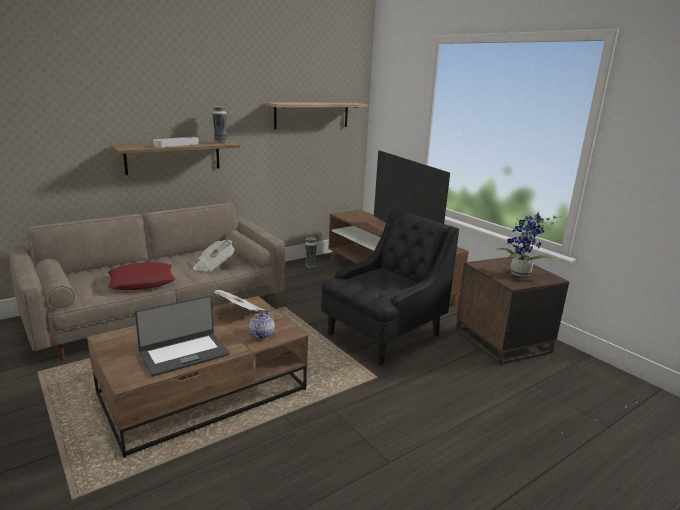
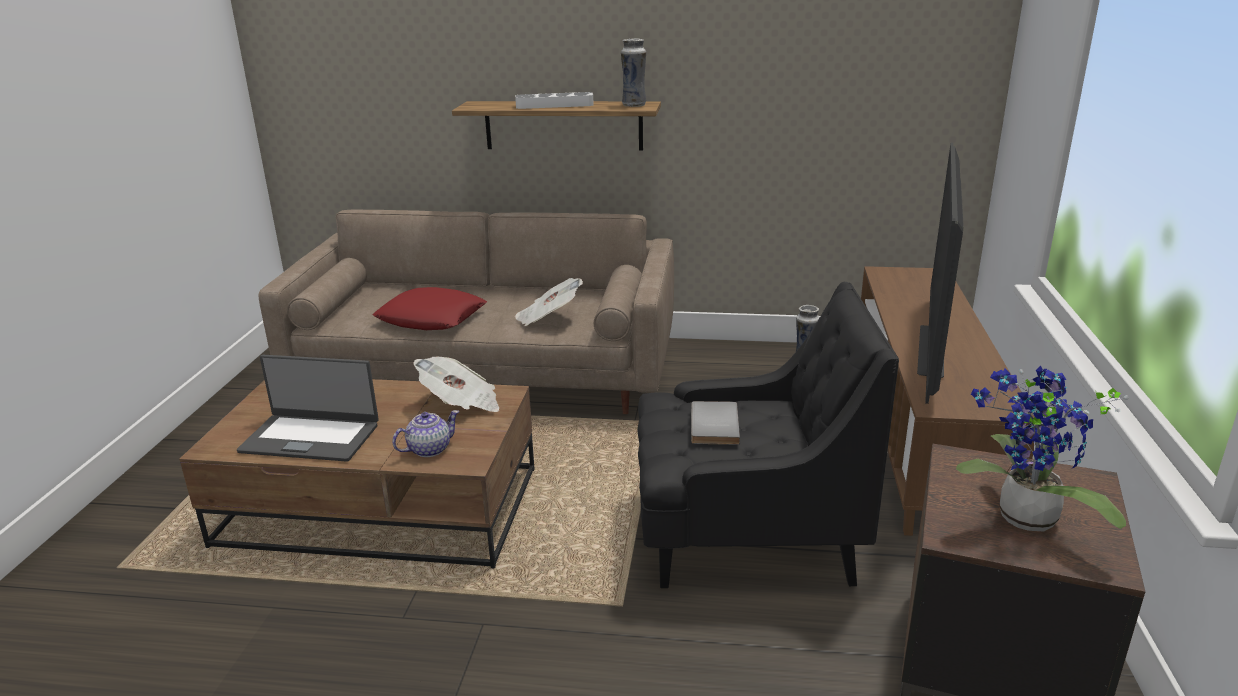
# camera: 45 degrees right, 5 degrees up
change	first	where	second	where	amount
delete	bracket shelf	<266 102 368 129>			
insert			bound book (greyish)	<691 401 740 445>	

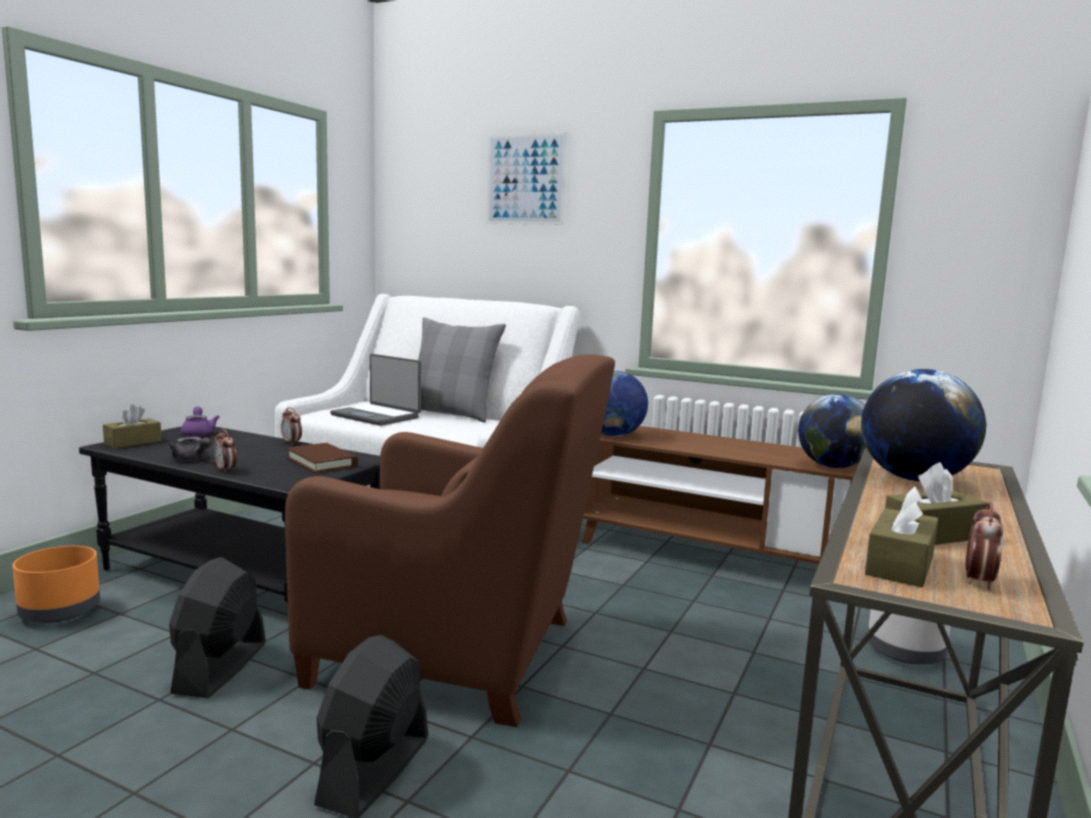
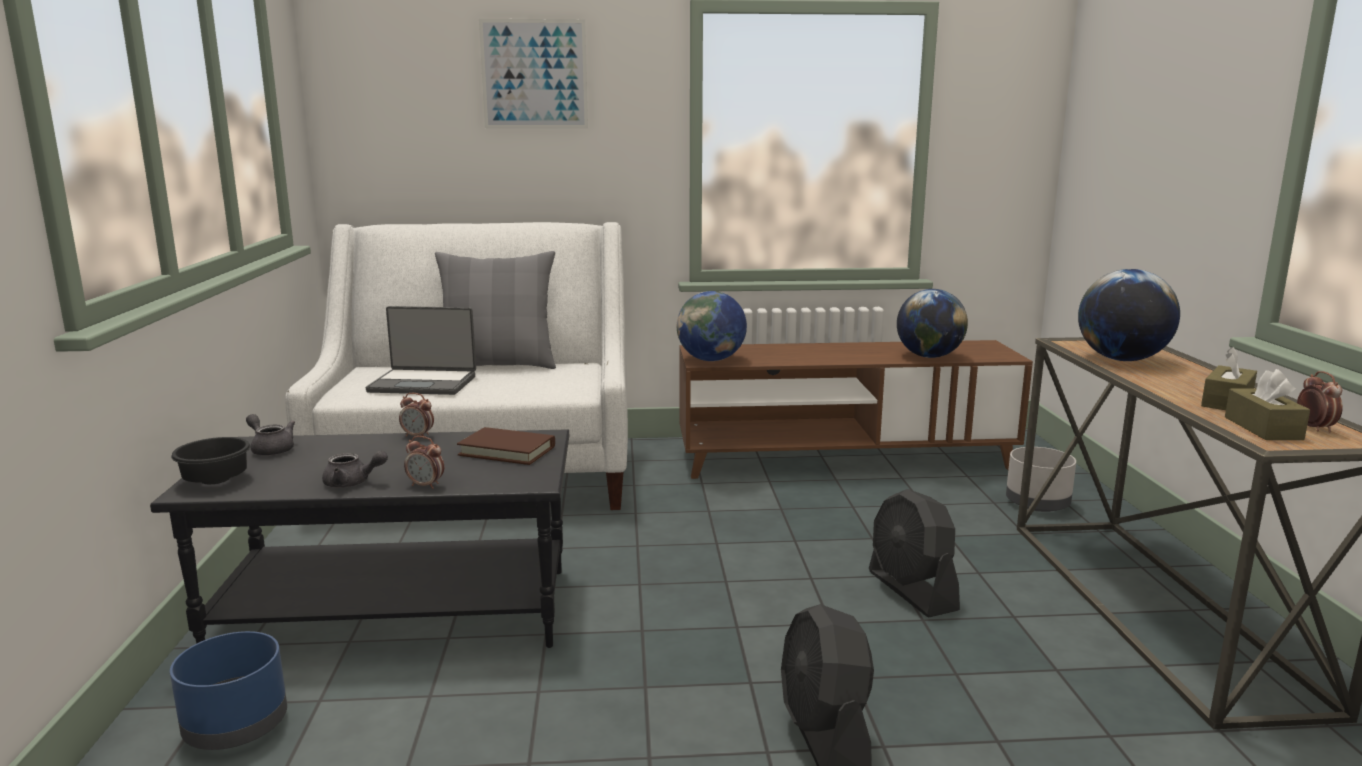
# camera: 30 degrees left, 5 degrees up
change	first	where	second	where	amount
recolor	flower pot (orange-coloured)	<12 546 100 623>	flower pot (blue)	<170 631 287 750>	
replace	tissue holder (brown)	<103 404 162 448>	serving bowl (blackish)	<171 437 251 484>	
move	fan (blackish)	<169 557 266 698>		<869 489 960 617>	
recolor	teapot (purplish)	<181 407 219 437>	teapot (greyish)	<246 414 295 456>	
delete	easy chair (brown)	<285 354 615 727>			

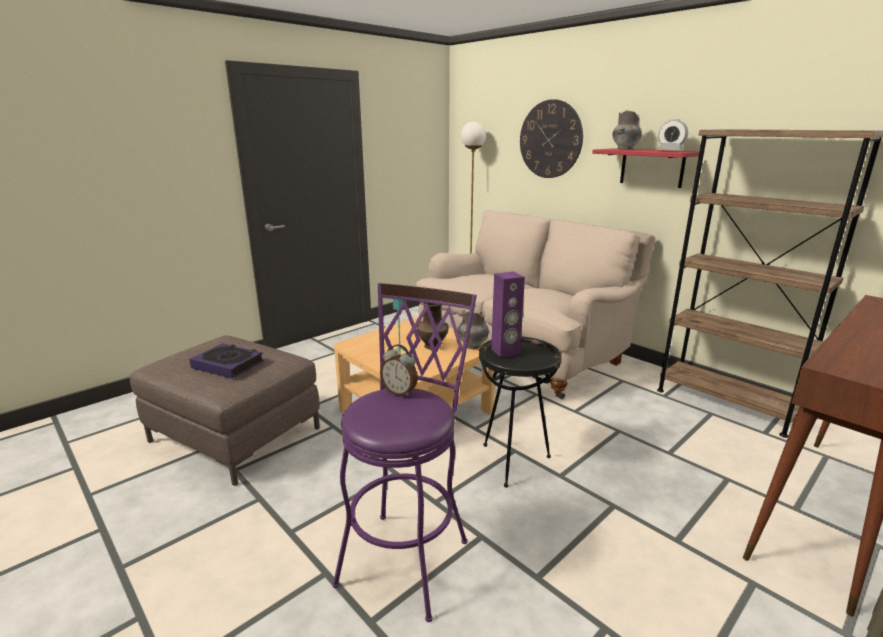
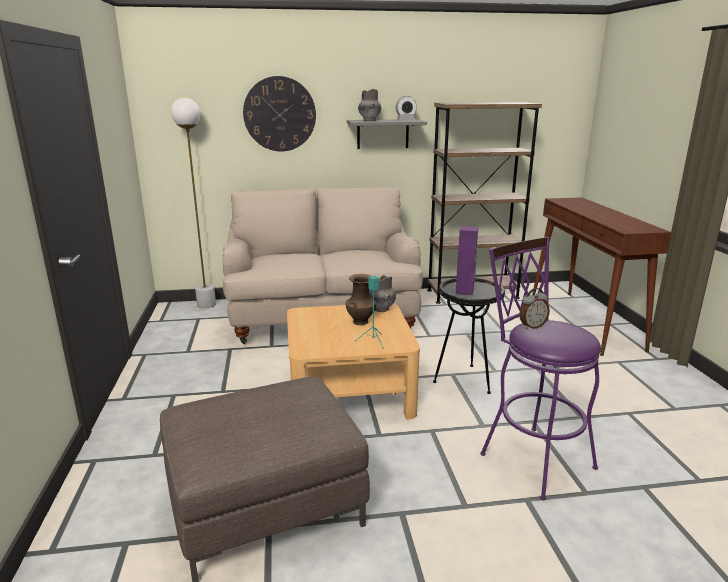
# camera: 55 degrees left, 0 degrees up
change	first	where	second	where	amount
delete	bound book	<189 343 264 379>			
recolor	bracket shelf (reddish)	<592 148 700 188>	bracket shelf (greyish)	<347 119 427 149>	

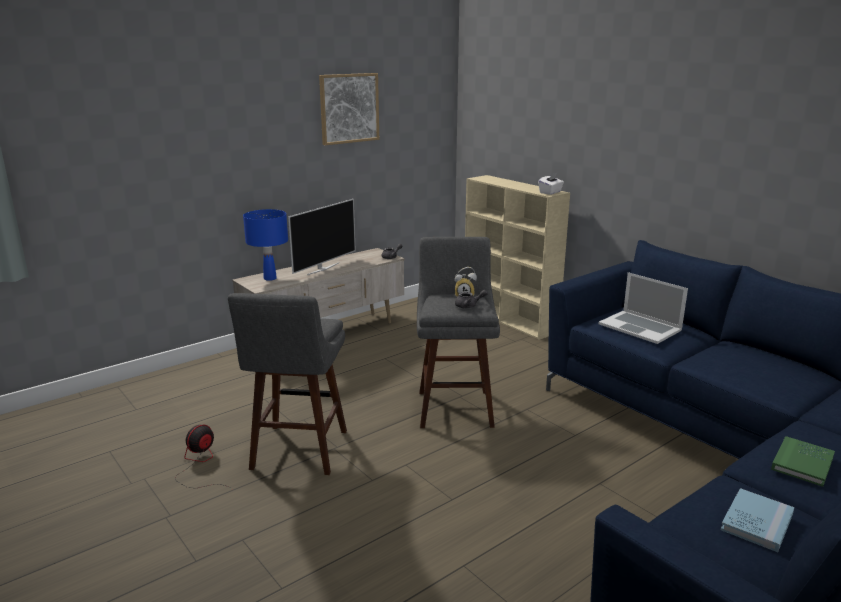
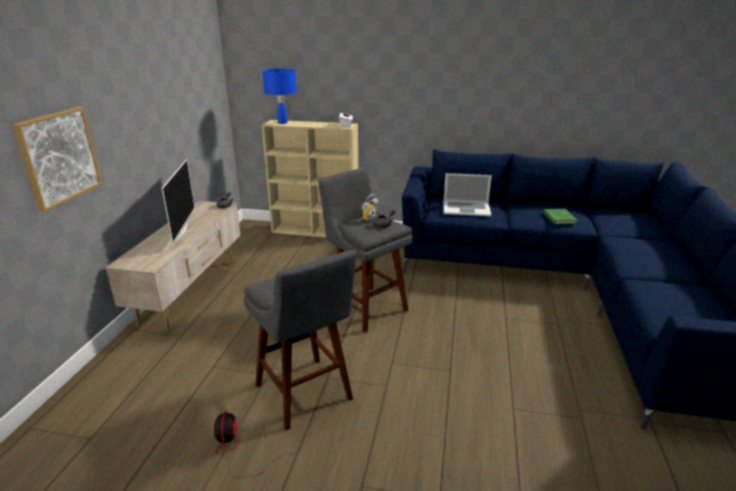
# camera: 40 degrees left, 5 degrees up
change	first	where	second	where	amount
move	table lamp (blue)	<243 209 288 281>		<262 69 296 124>	
move	wall picture	<319 73 379 145>		<12 107 102 212>	
delete	bound book (blue)	<721 488 795 552>			
move	bound book (green-coloured)	<771 436 835 487>		<543 209 578 224>	

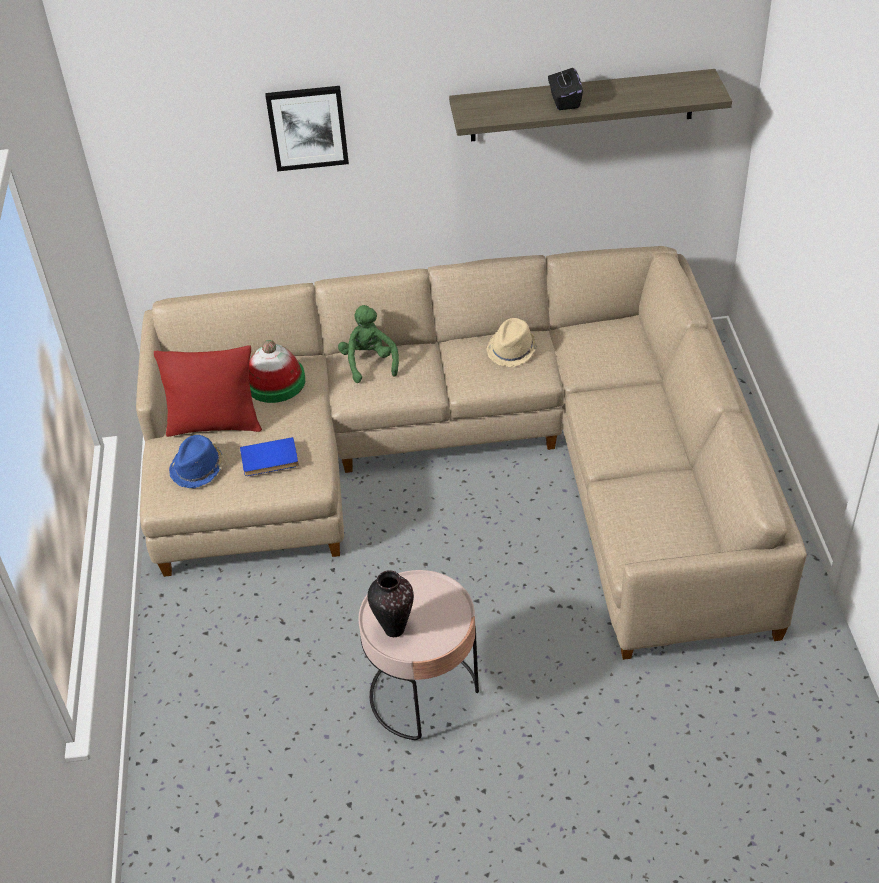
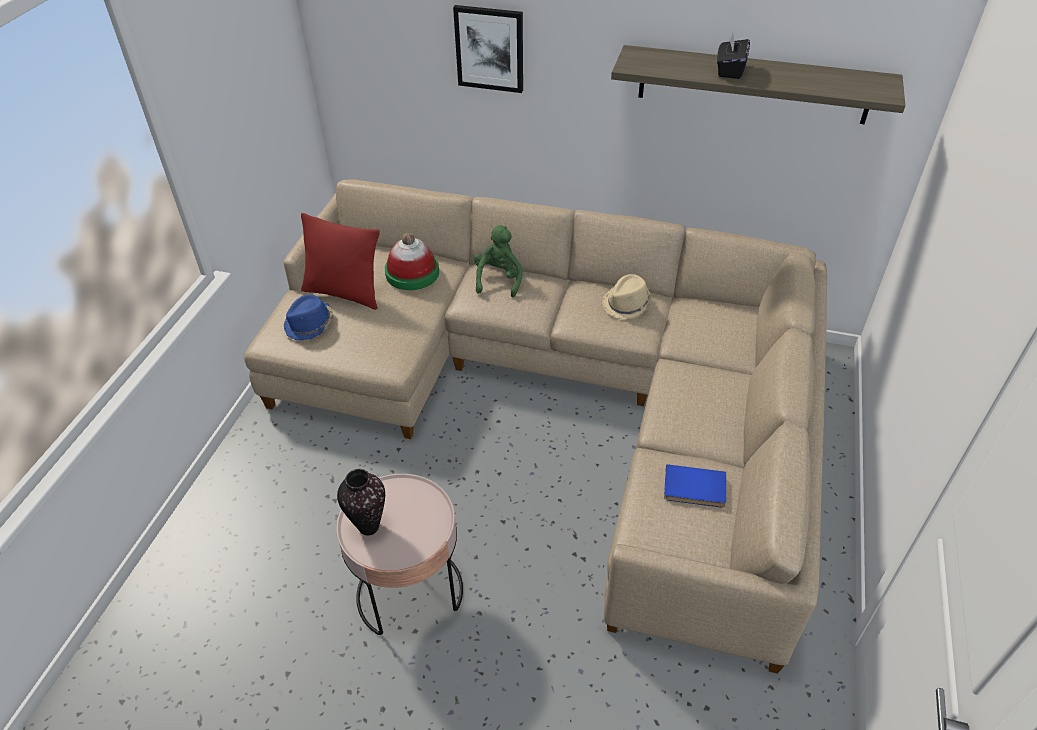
# camera: 20 degrees right, 0 degrees up
change	first	where	second	where	amount
move	bound book (blue)	<240 437 299 476>		<664 464 726 507>	

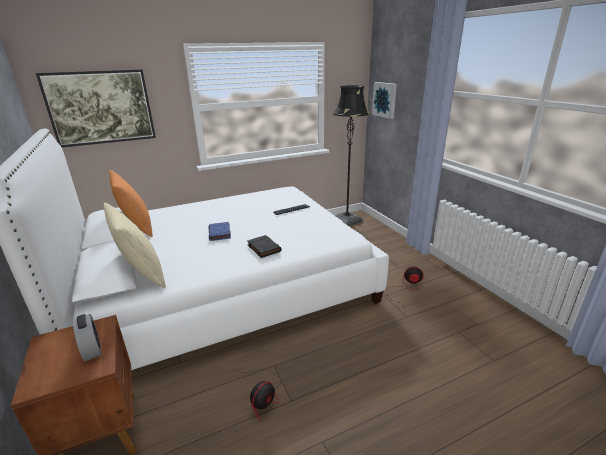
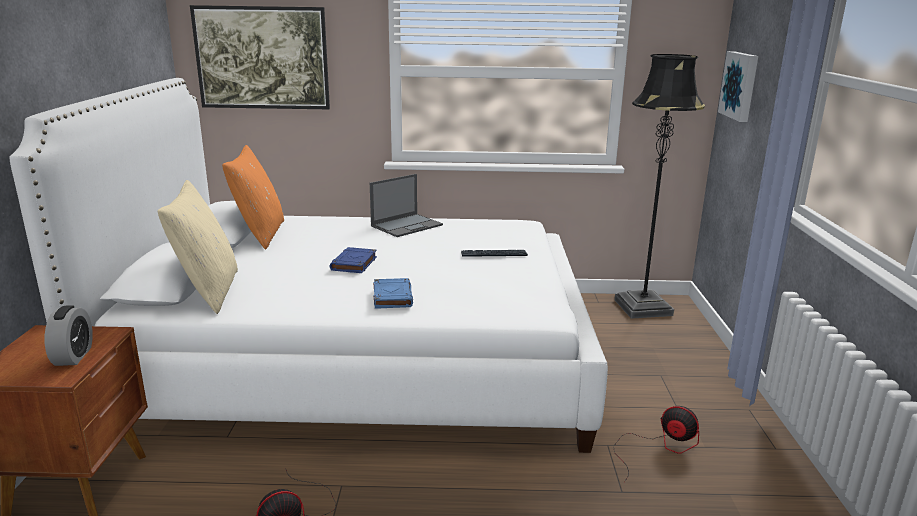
# camera: 25 degrees right, 5 degrees down
change	first	where	second	where	amount
recolor	bound book (blackish)	<247 235 282 258>	bound book (blue)	<373 278 413 309>	
insert			notebook computer	<370 174 443 237>	

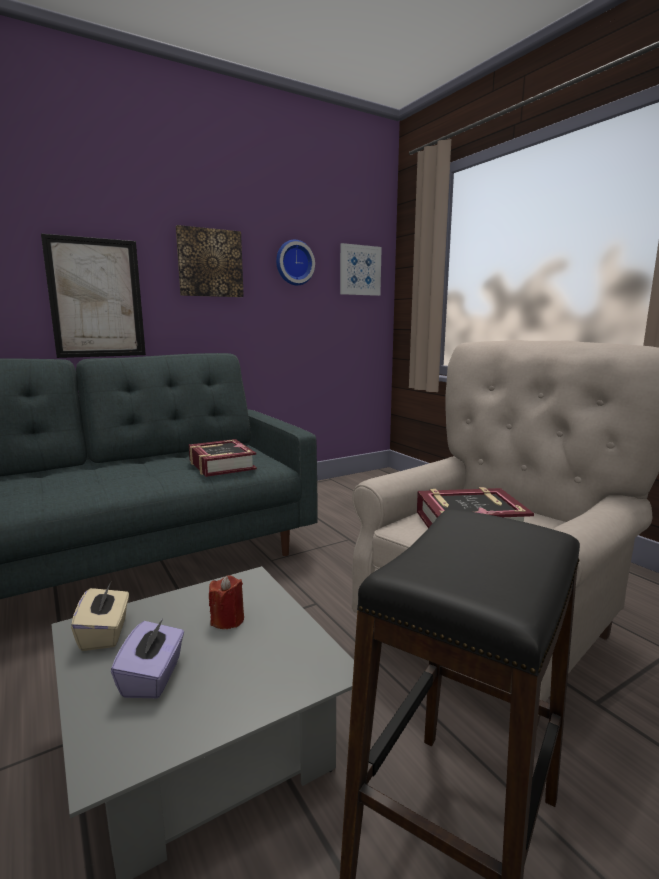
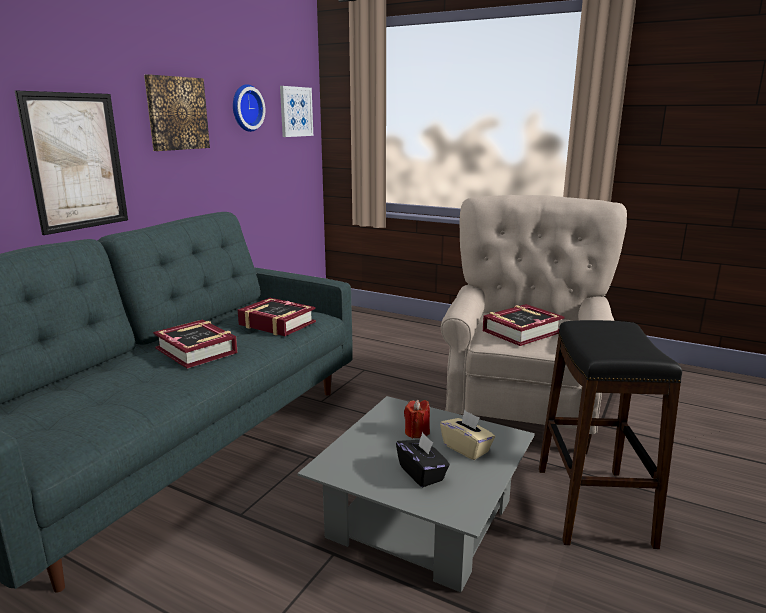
# camera: 30 degrees left, 5 degrees up
change	first	where	second	where	amount
move	tissue holder (sand-coloured)	<71 582 129 651>		<440 410 495 460>	
recolor	tissue holder (purplish)	<111 619 184 698>	tissue holder (blackish)	<396 432 450 487>	
insert			bound book	<153 319 238 369>	

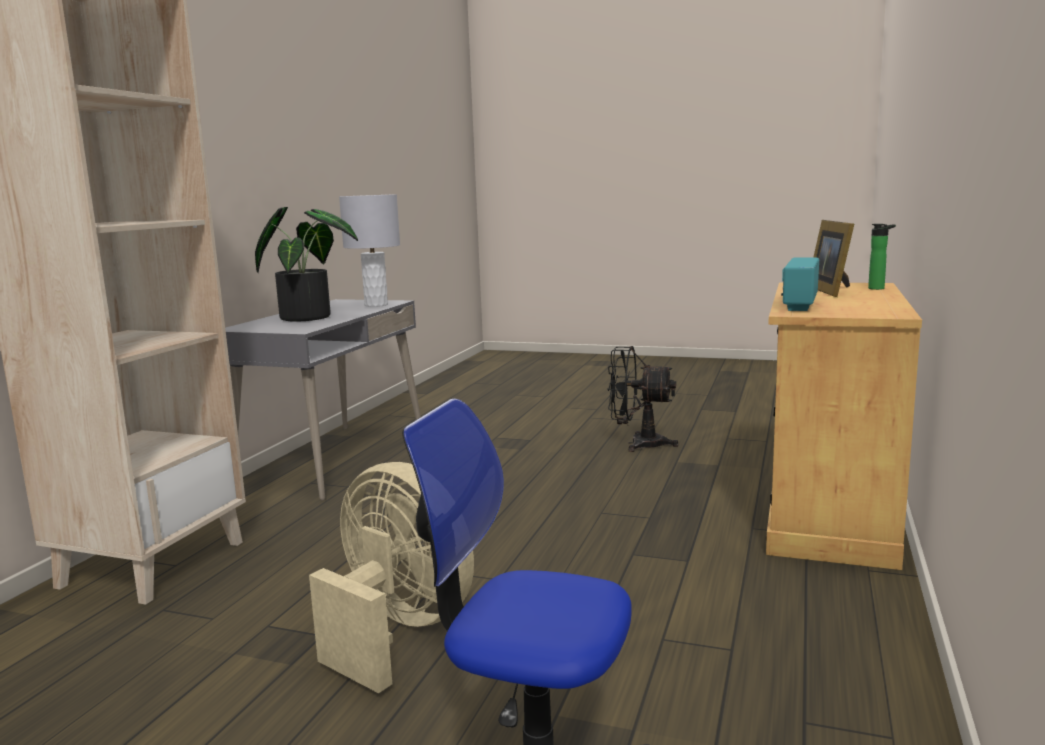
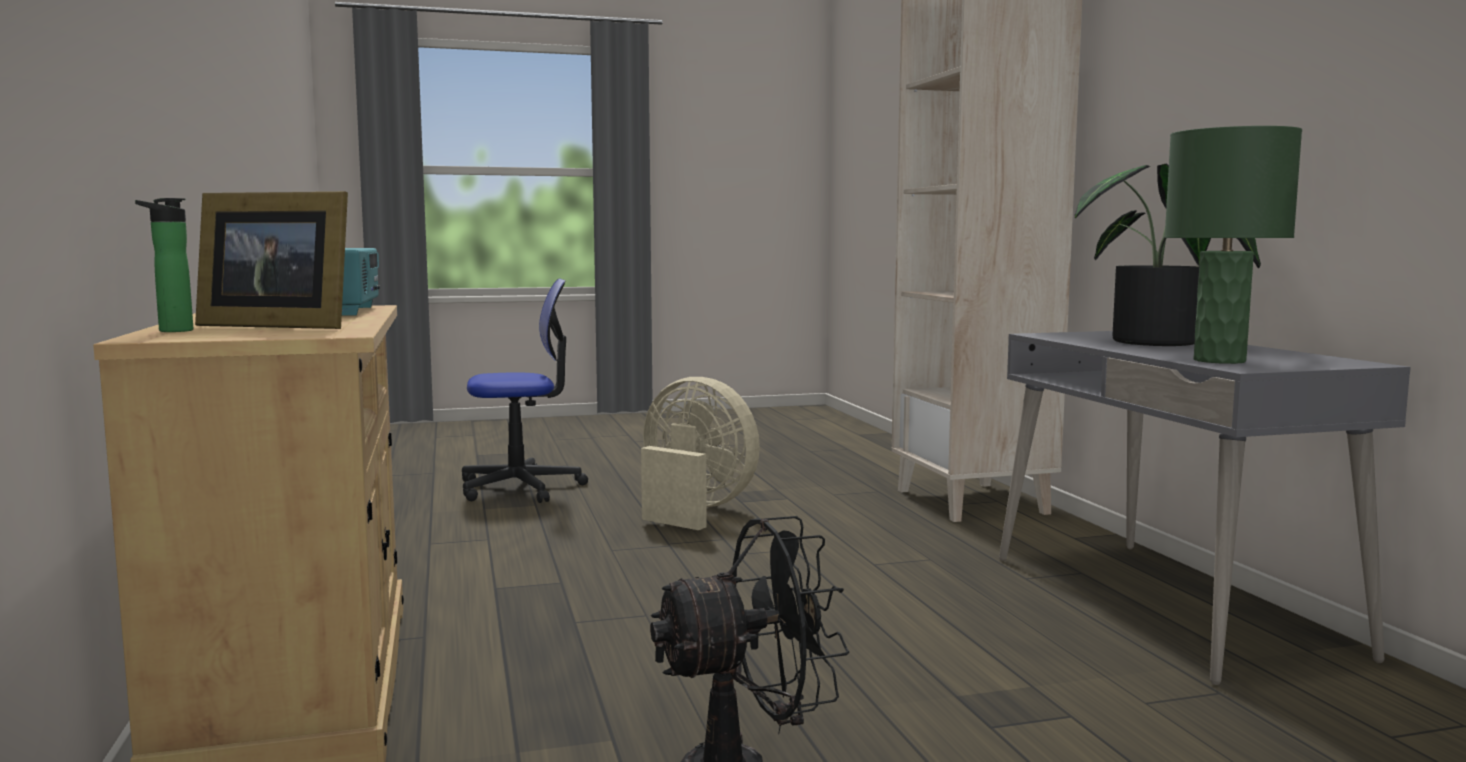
# camera: 145 degrees right, 5 degrees down
change	first	where	second	where	amount
rotate	fan (sand-coloured)	<309 462 474 693>		<641 377 760 530>	150 degrees counterclockwise
recolor	table lamp (greyish)	<339 194 400 307>	table lamp (green-coloured)	<1164 126 1302 364>	
rotate	standing frame	<813 220 854 297>		<195 191 348 329>	135 degrees clockwise

